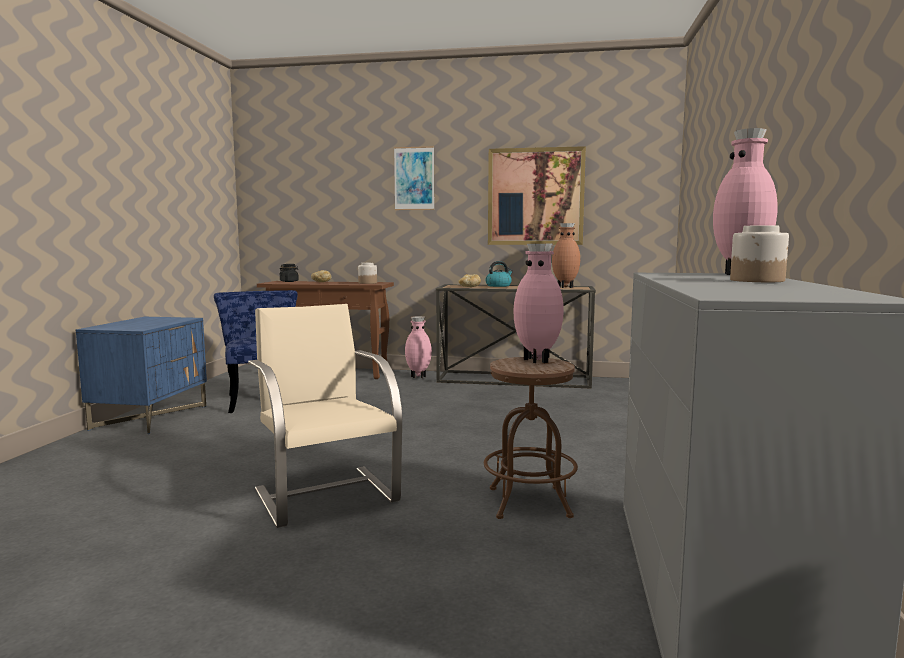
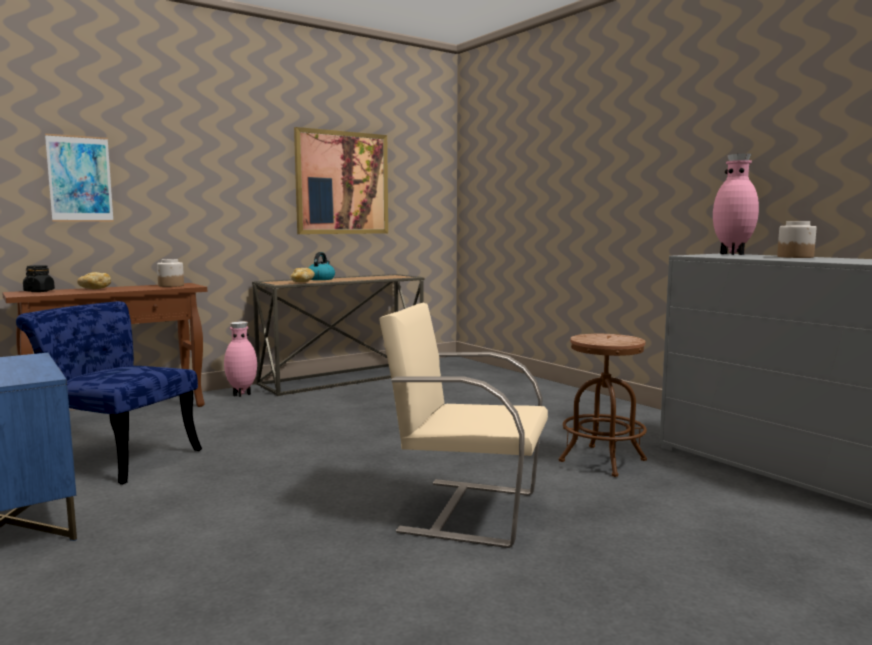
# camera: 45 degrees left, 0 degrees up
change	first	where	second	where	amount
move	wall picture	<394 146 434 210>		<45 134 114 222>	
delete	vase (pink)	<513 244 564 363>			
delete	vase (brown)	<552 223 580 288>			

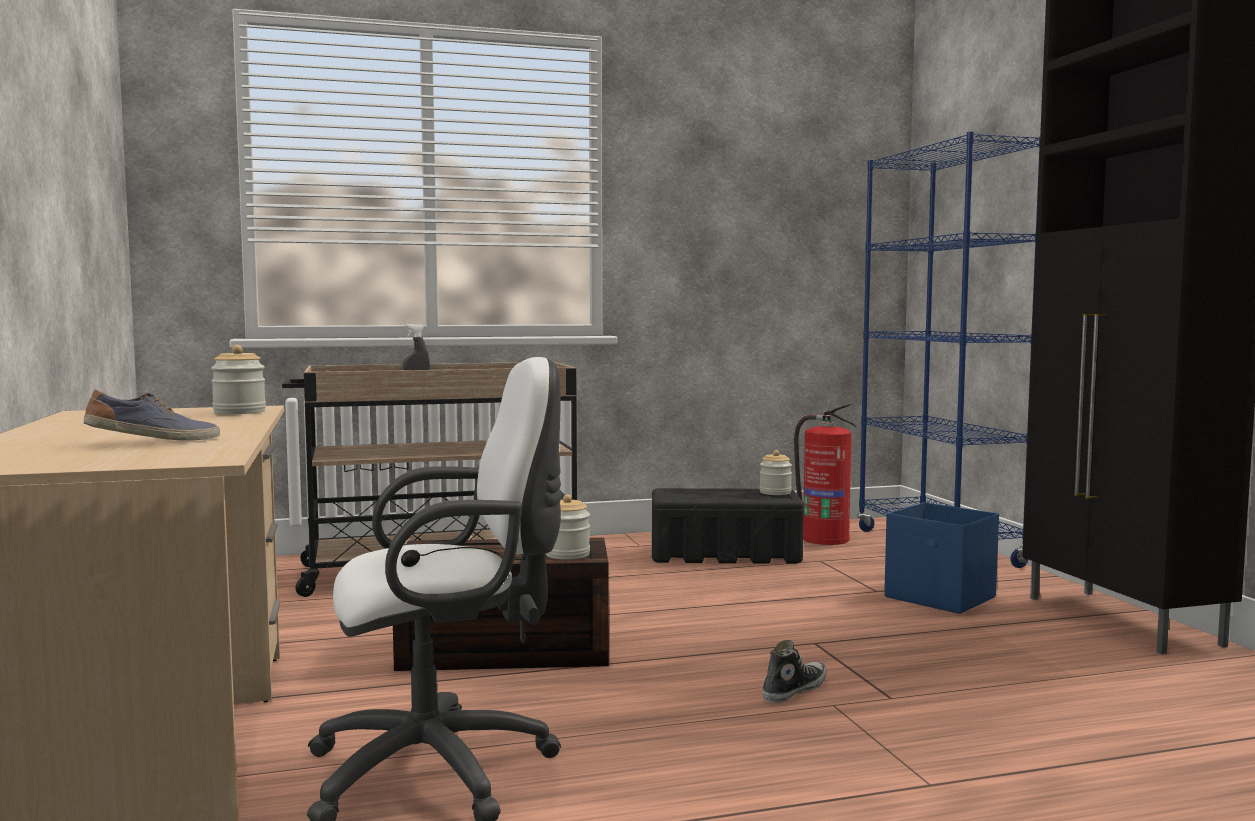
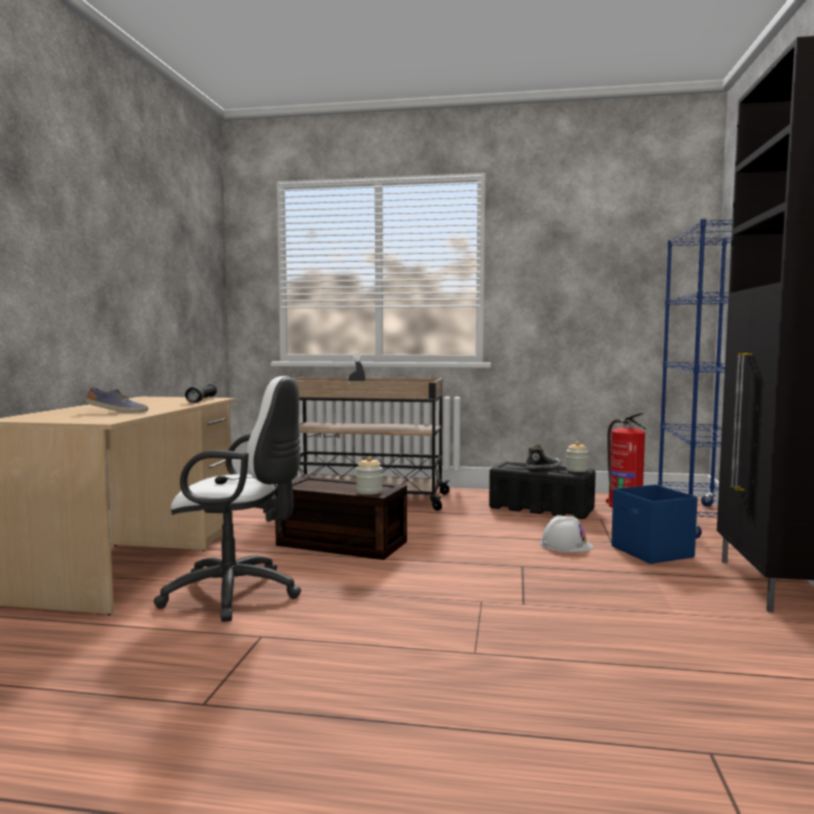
# camera: 25 degrees right, 0 degrees up
change	first	where	second	where	amount
replace	preserve jar	<211 345 266 414>	hand torch (blackish)	<185 384 217 403>	
move	item of footwear	<763 640 827 703>		<526 444 562 469>	
insert			hard hat (white)	<540 515 593 552>	

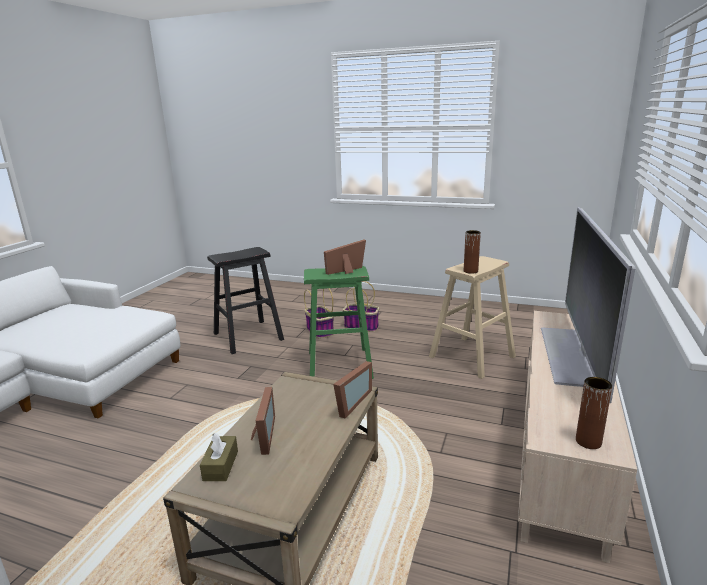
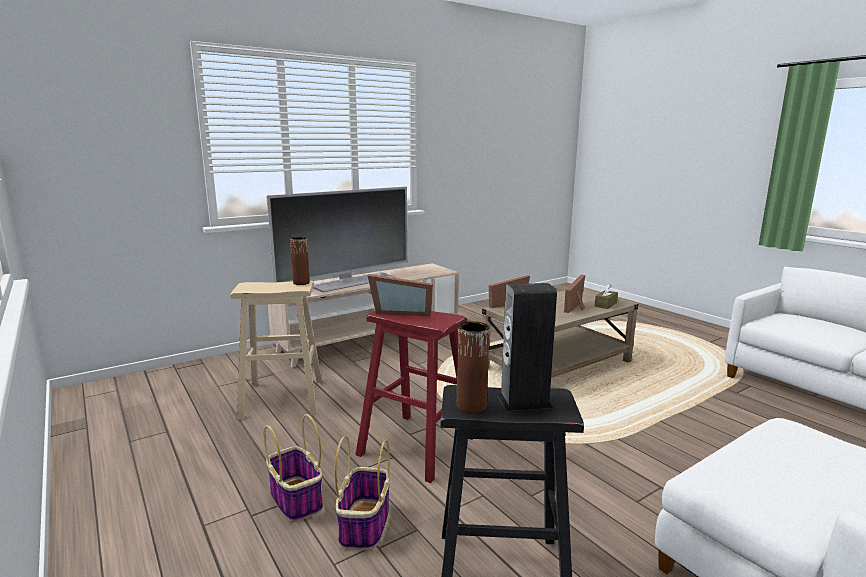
# camera: 145 degrees left, 5 degrees down
change	first	where	second	where	amount
recolor	stool seat (green-coloured)	<304 266 374 379>	stool seat (reddish)	<356 311 473 483>	
move	vase (brown)	<576 377 612 449>		<457 321 490 413>	
insert			loudspeaker	<498 283 557 411>	

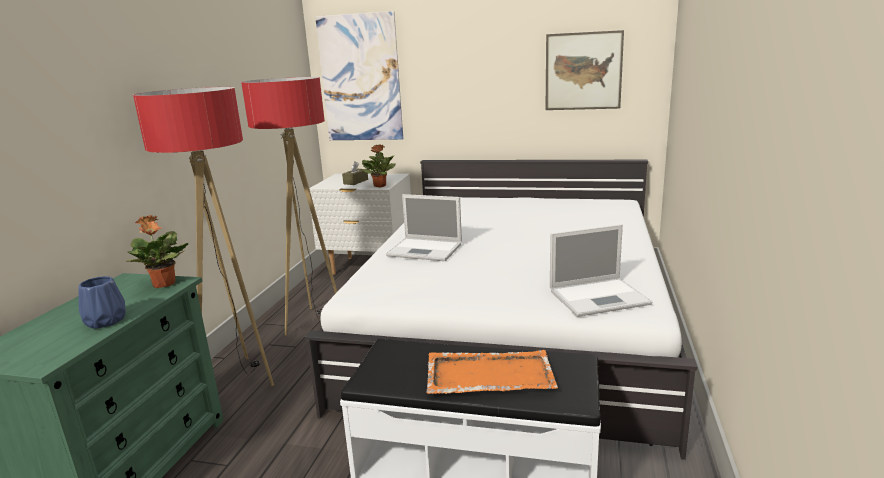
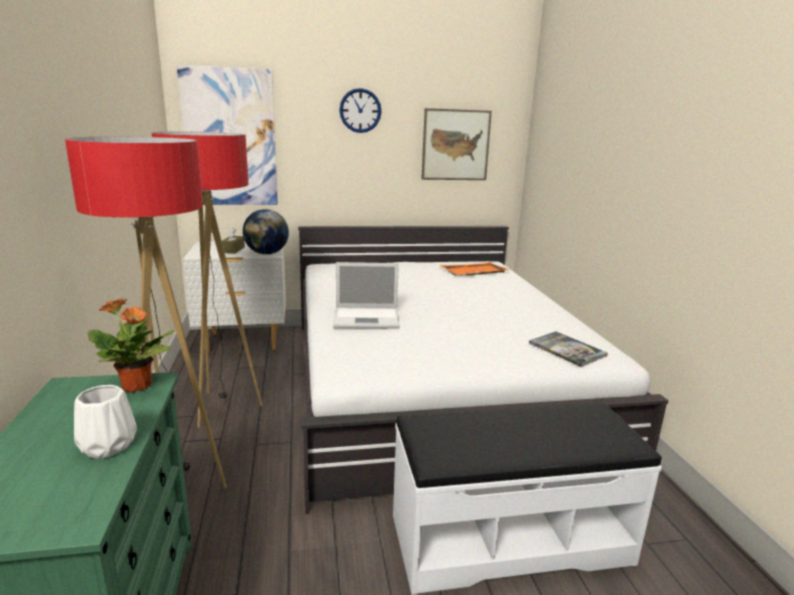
# camera: 25 degrees left, 0 degrees up
change	first	where	second	where	amount
recolor	vase (blue)	<78 276 126 329>	vase (white)	<74 385 137 459>	
replace	potted plant	<362 144 396 187>	desk globe	<243 209 289 255>	
move	tray (orange-coloured)	<426 350 558 394>		<439 262 509 276>	
replace	notebook computer	<550 224 652 317>	bound book	<529 331 608 367>	
insert			clock on the wall	<339 88 382 133>	

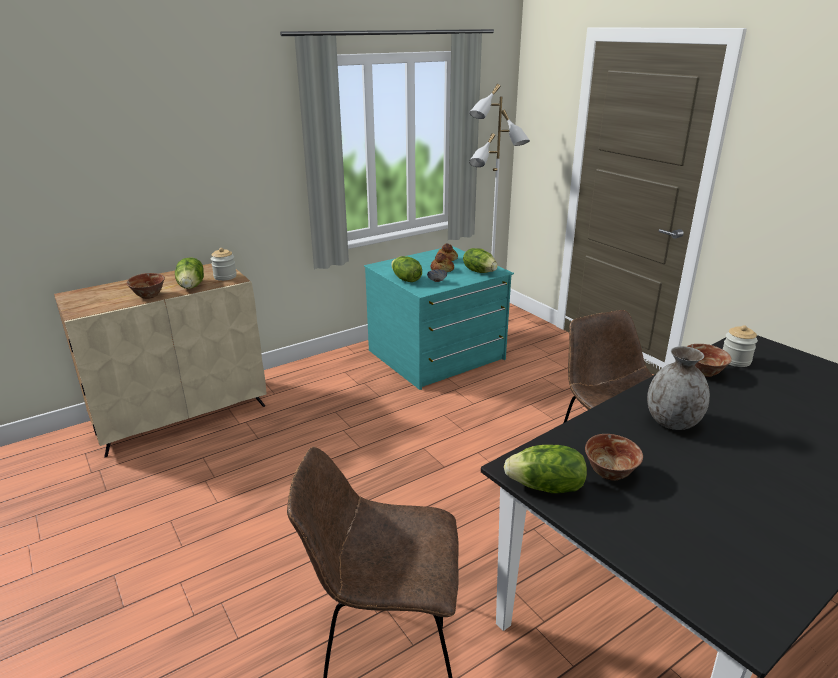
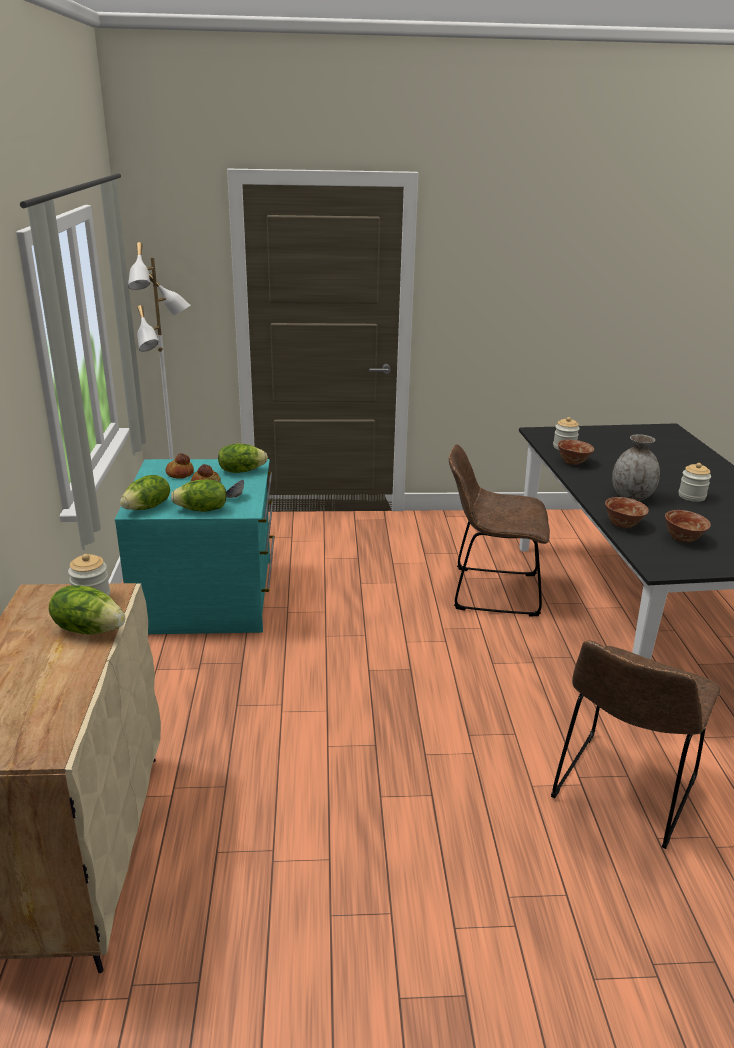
# camera: 60 degrees left, 0 degrees up
change	first	where	second	where	amount
move	serving bowl	<127 273 165 299>		<605 497 649 528>	
move	head of lettuce	<504 445 587 493>		<120 475 170 510>	
insert			preserve jar	<679 463 711 502>	

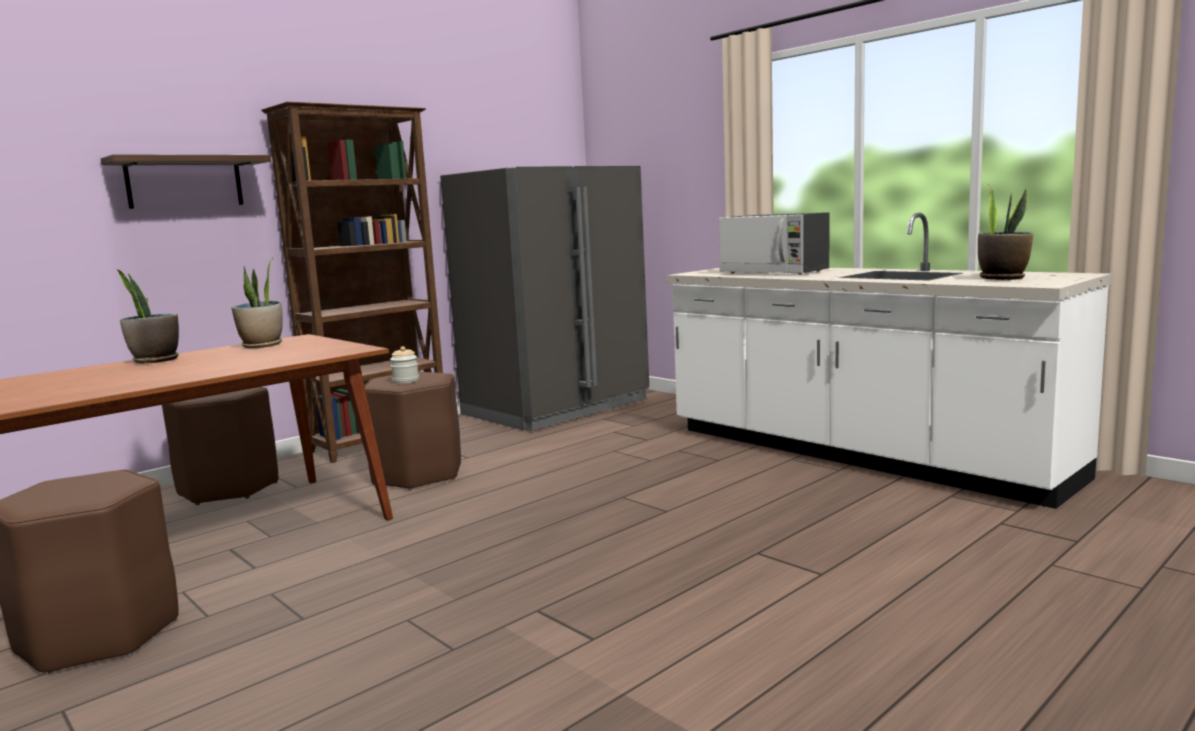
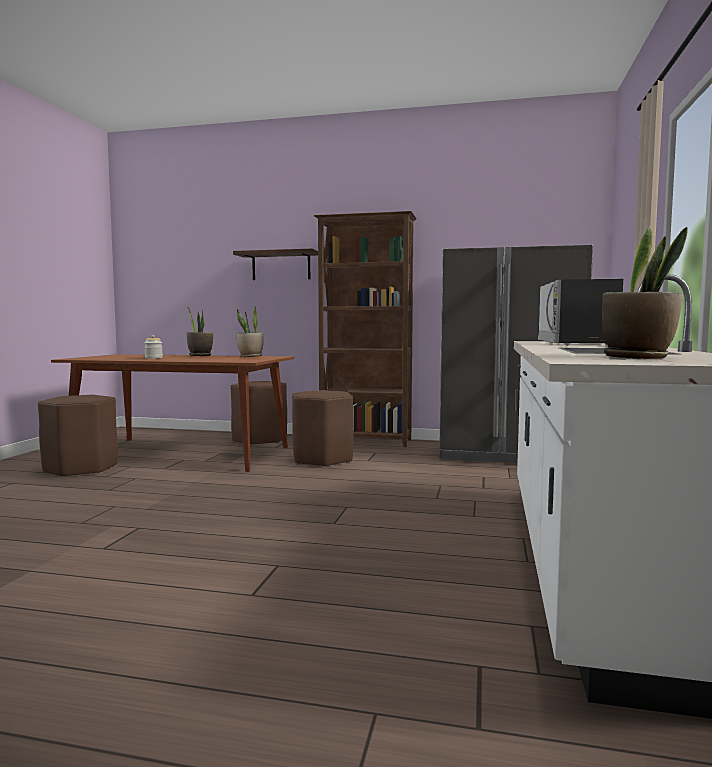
# camera: 55 degrees right, 5 degrees down
change	first	where	second	where	amount
move	preserve jar	<390 346 419 384>		<144 335 163 359>	

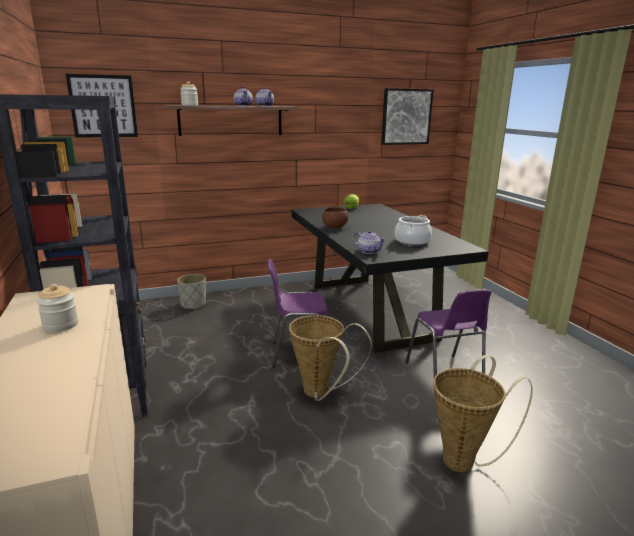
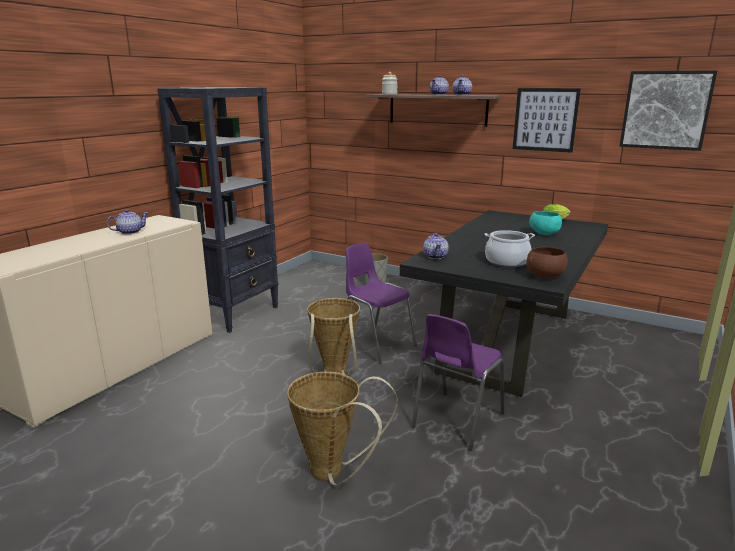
# camera: 50 degrees right, 0 degrees up
change	first	where	second	where	amount
replace	preserve jar	<37 284 79 332>	teapot	<107 209 148 235>	
move	wall picture	<66 74 138 138>		<513 88 581 153>	
move	serving bowl (brown)	<322 207 349 228>		<527 247 568 278>	
insert			serving bowl (turquoise-coloured)	<529 211 562 235>	

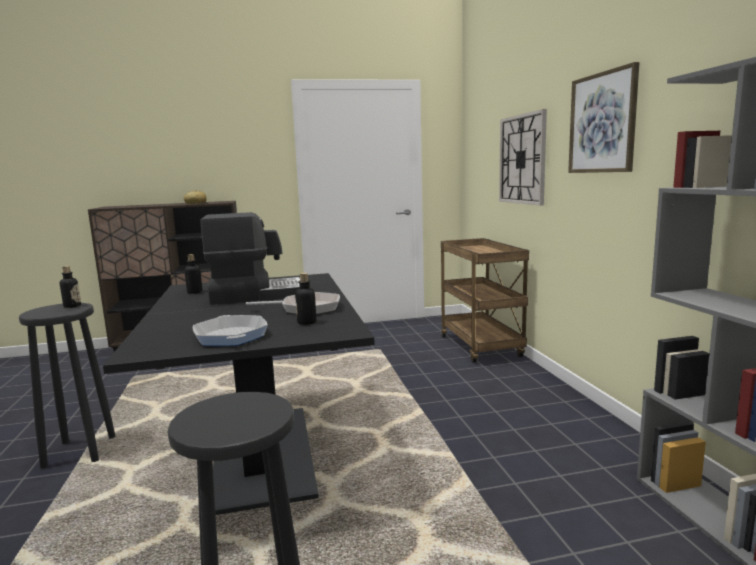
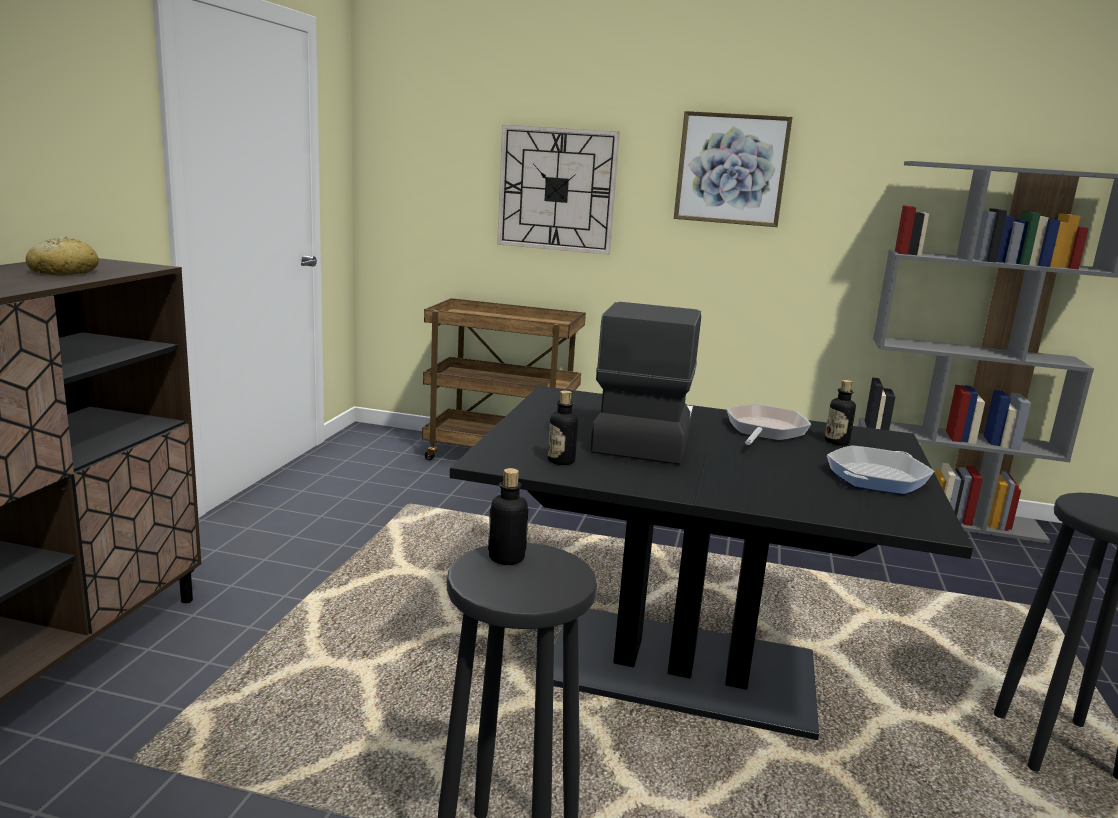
# camera: 65 degrees left, 5 degrees up
change	first	where	second	where	amount
rotate	frying pan	<193 315 268 346>		<827 445 935 494>	45 degrees counterclockwise

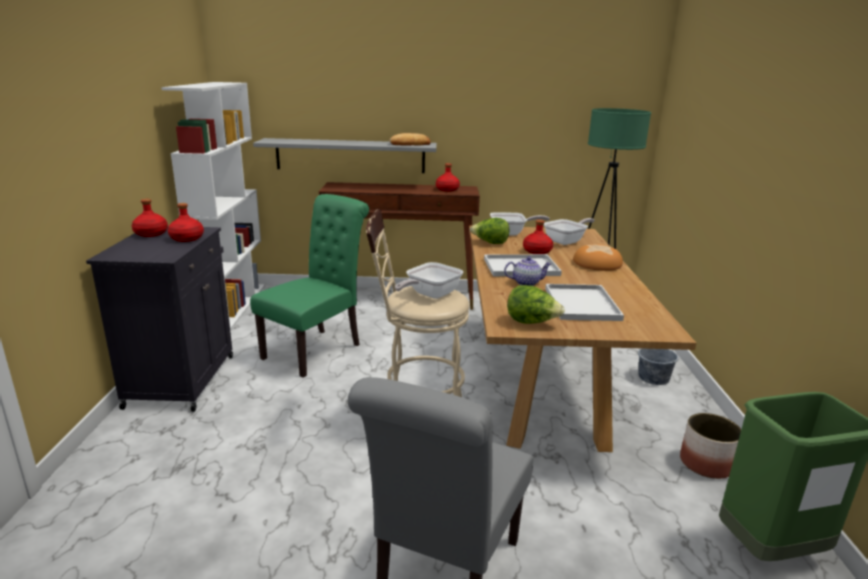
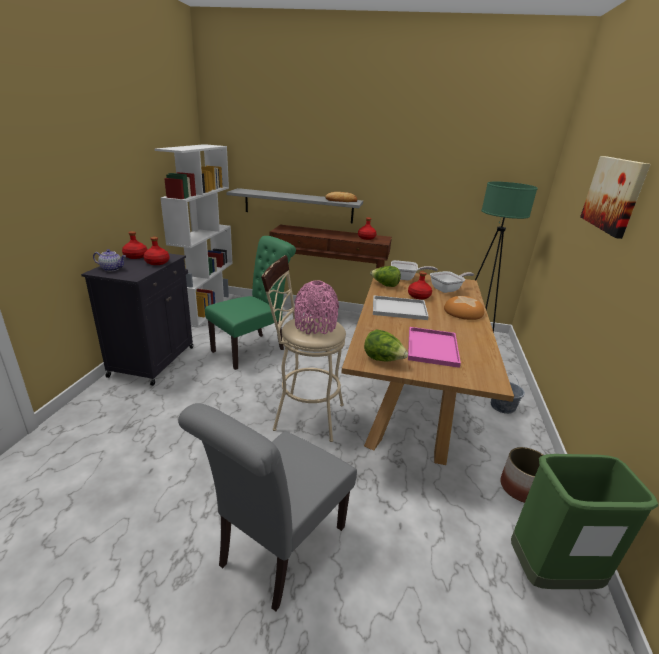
# camera: 10 degrees right, 5 degrees up
change	first	where	second	where	amount
replace	frying pan	<395 262 463 299>	vase (pink)	<294 280 339 334>	
move	teapot	<504 256 551 286>		<93 249 126 271>	
recolor	tray (white)	<545 284 624 321>	tray (pink)	<408 327 461 368>	
insert			wall picture	<580 156 651 239>	

